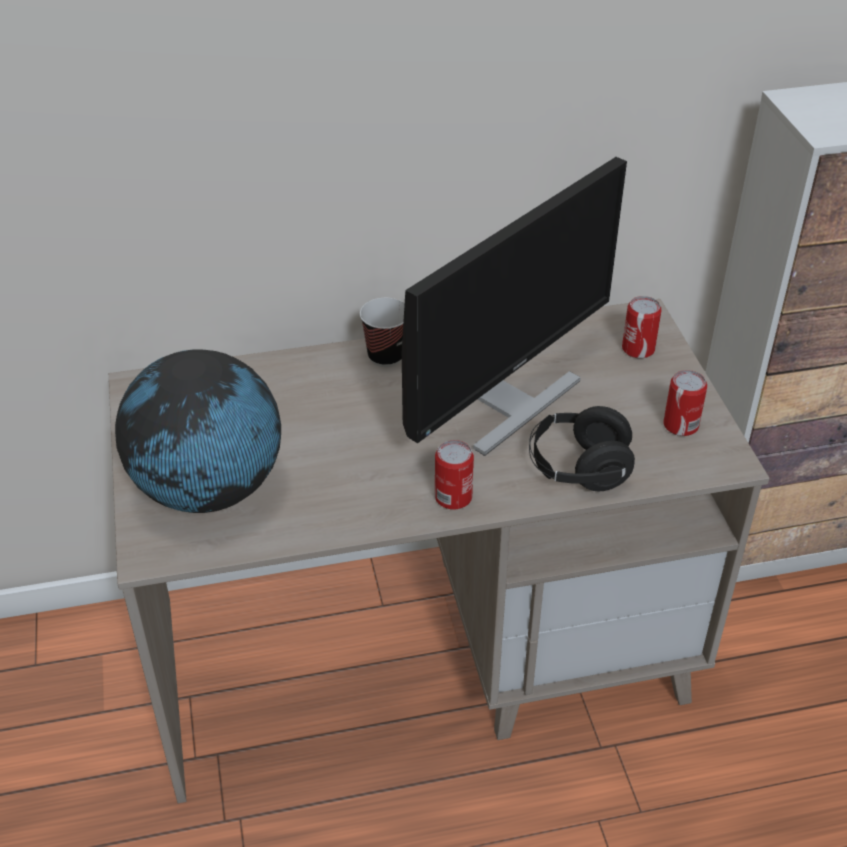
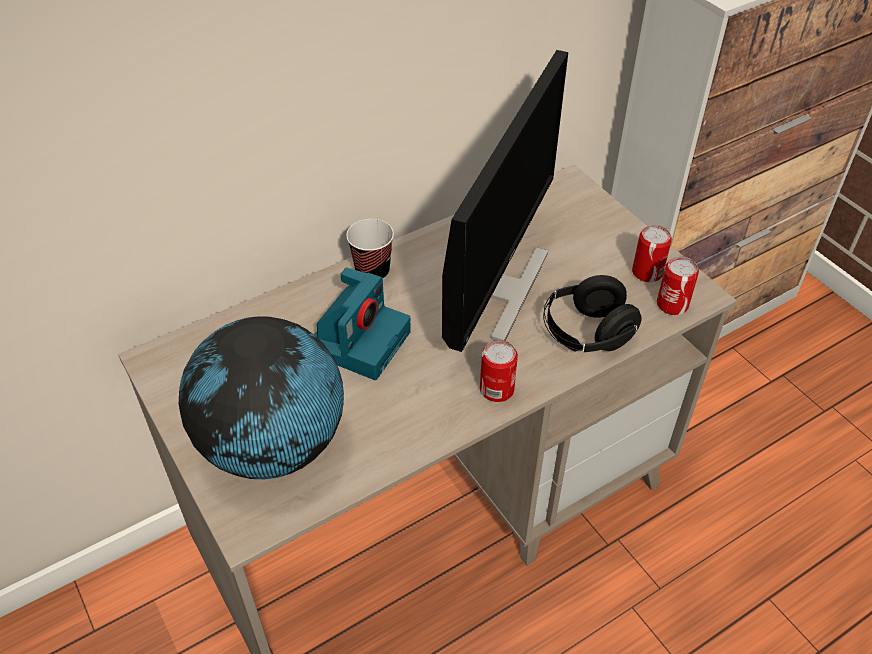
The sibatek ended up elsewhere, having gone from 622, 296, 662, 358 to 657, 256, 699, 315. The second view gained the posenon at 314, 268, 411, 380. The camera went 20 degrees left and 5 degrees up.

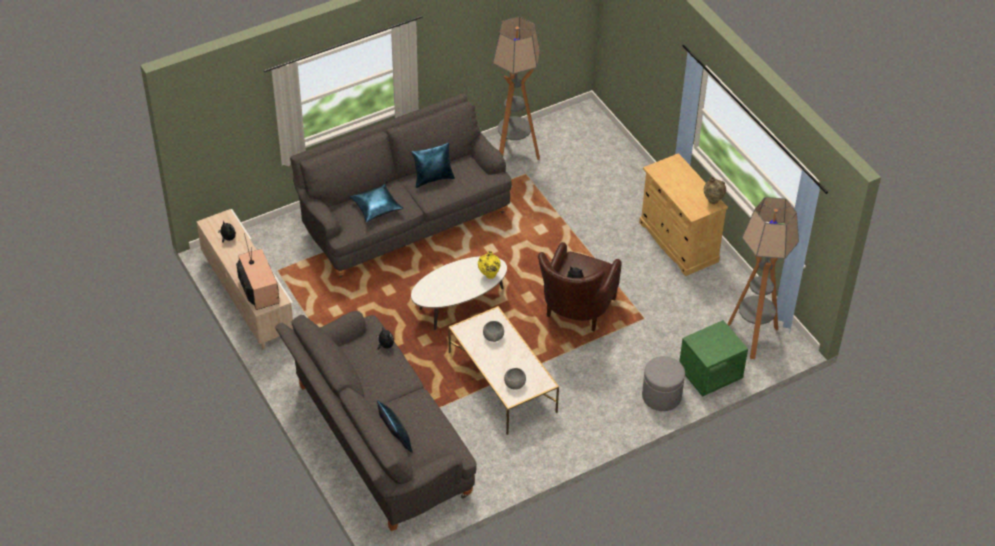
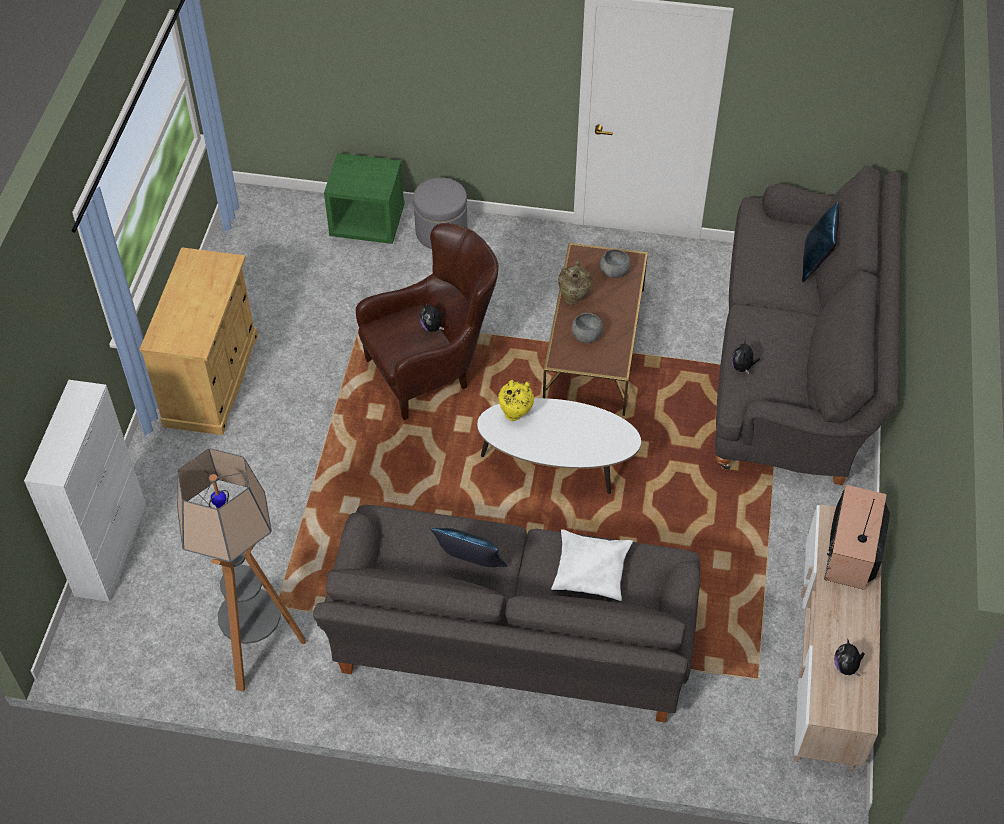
The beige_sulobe ended up elsewhere, having gone from 704, 177, 726, 204 to 558, 260, 592, 305. What was the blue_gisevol at 350, 184, 404, 222 turned into the white_gisevol at 551, 529, 633, 601. The second view lost the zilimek at 727, 197, 799, 359. What was the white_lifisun at 448, 306, 559, 435 turned into the brown_lifisun at 543, 243, 648, 416. The second view gained the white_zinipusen at 24, 380, 146, 602. The camera went 140 degrees left and 5 degrees up.

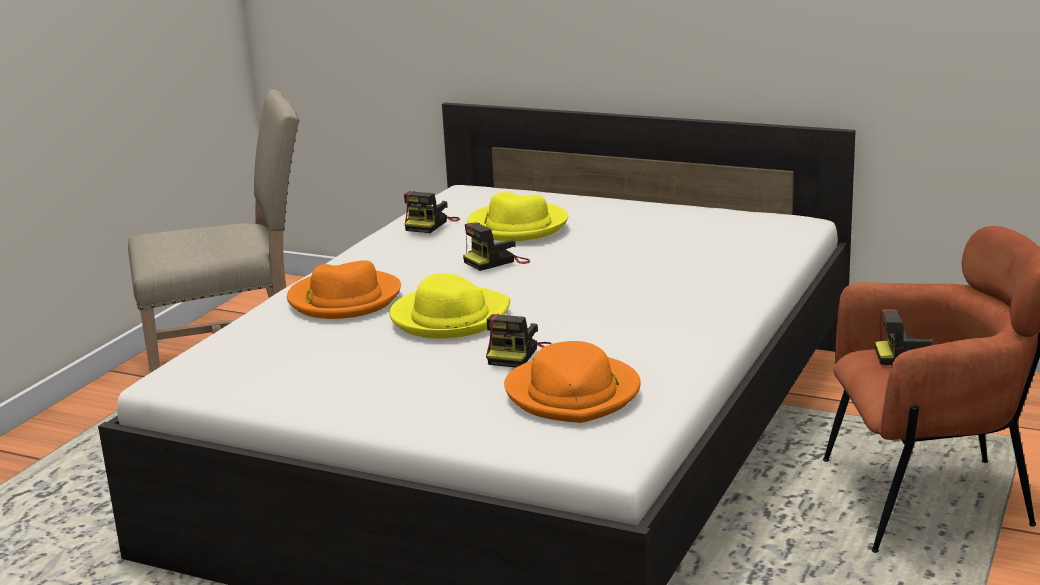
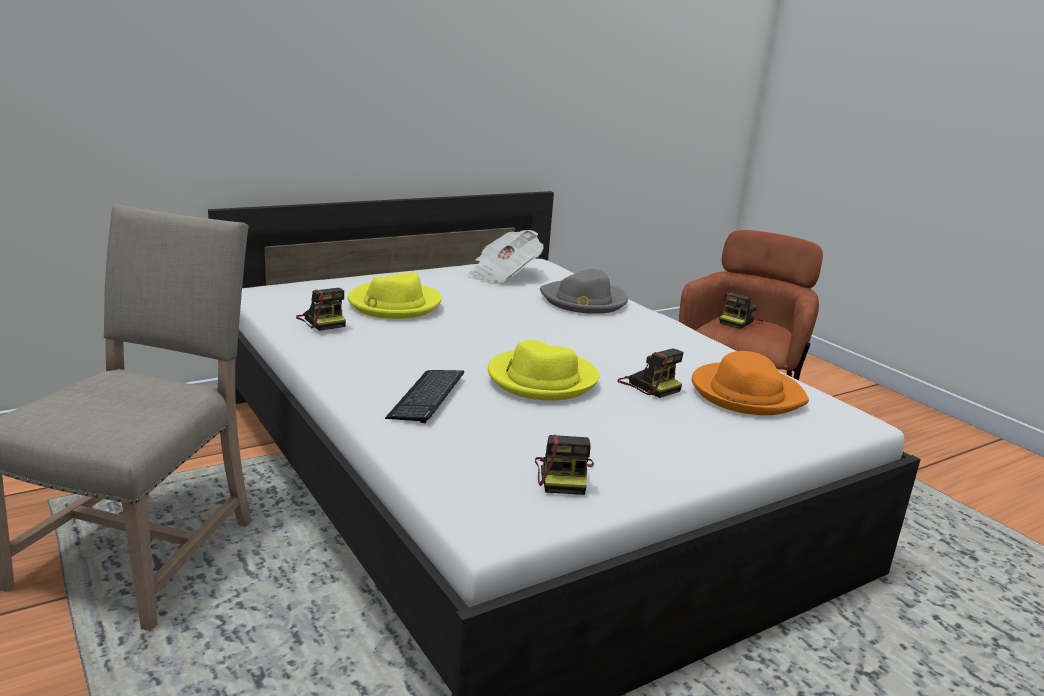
The posenon ended up elsewhere, having gone from 463, 222, 531, 271 to 535, 435, 594, 495. Where the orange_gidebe stood at 287, 260, 401, 319, the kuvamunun came to stand at 385, 370, 464, 424. The second view gained the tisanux at 467, 230, 544, 282. The second view gained the grey_gidebe at 540, 269, 628, 314. The camera went 60 degrees left and 0 degrees up.

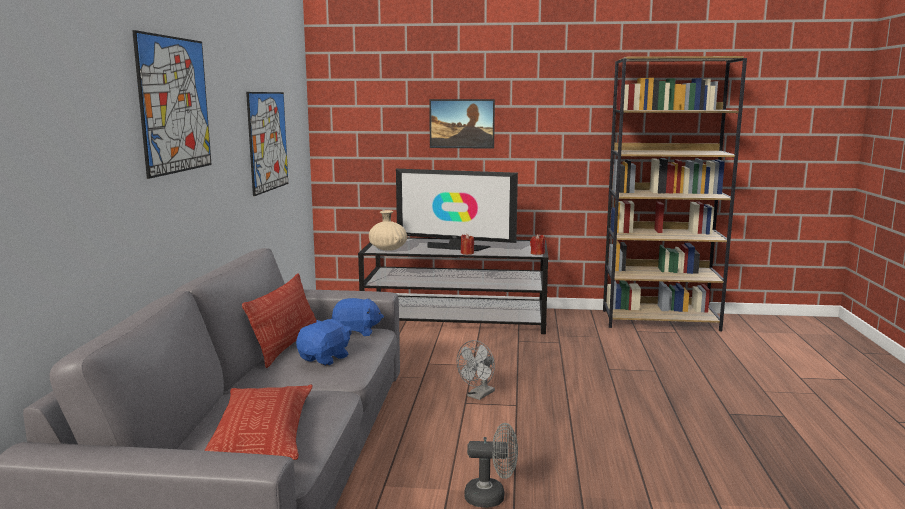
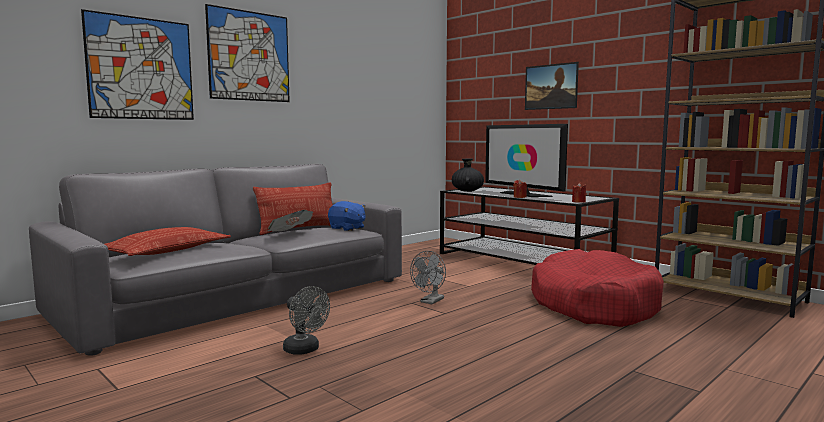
The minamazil ended up elsewhere, having gone from 246, 92, 288, 196 to 81, 9, 194, 120. What was the beige_sulobe at 369, 210, 407, 251 turned into the black_sulobe at 452, 158, 484, 192. Where the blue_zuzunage stood at 296, 319, 351, 366, the tisanux came to stand at 267, 210, 313, 232. The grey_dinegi at 457, 340, 495, 400 ended up facing another way, 45 degrees counterclockwise from before. The second view gained the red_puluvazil at 531, 249, 664, 327. The camera went 40 degrees right and 5 degrees down.

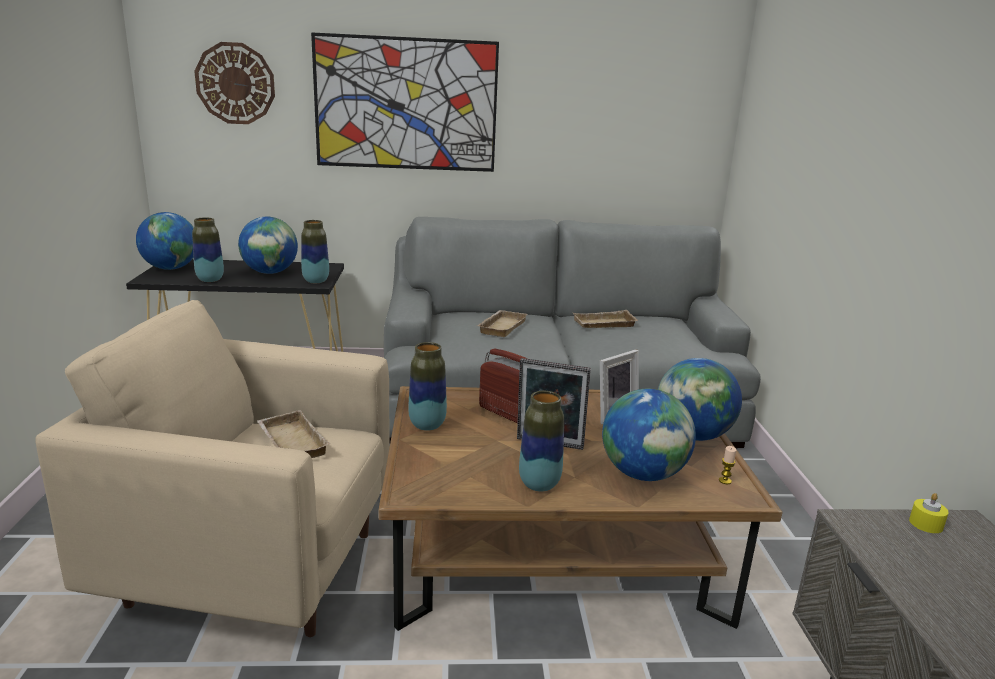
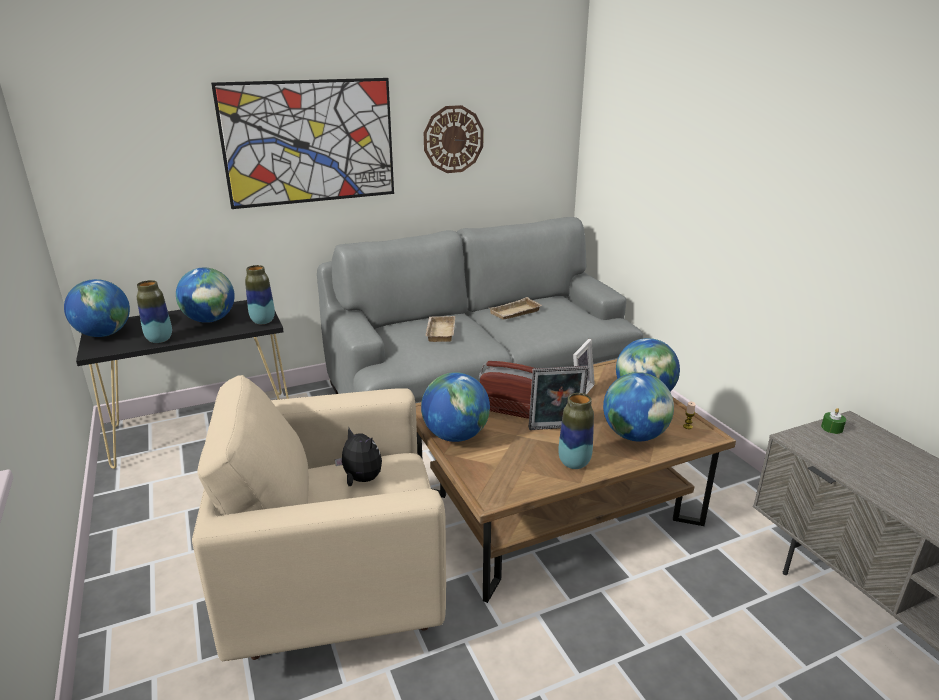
The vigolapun ended up elsewhere, having gone from 194, 42, 275, 124 to 424, 105, 483, 173. Where the sulobe stood at 408, 342, 447, 431, the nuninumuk came to stand at 421, 372, 490, 442. Where the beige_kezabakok stood at 257, 410, 330, 458, the zuzunage came to stand at 335, 428, 382, 486. What was the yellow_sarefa at 909, 493, 949, 533 turned into the green_sarefa at 821, 408, 846, 434. The camera went 20 degrees left and 5 degrees up.

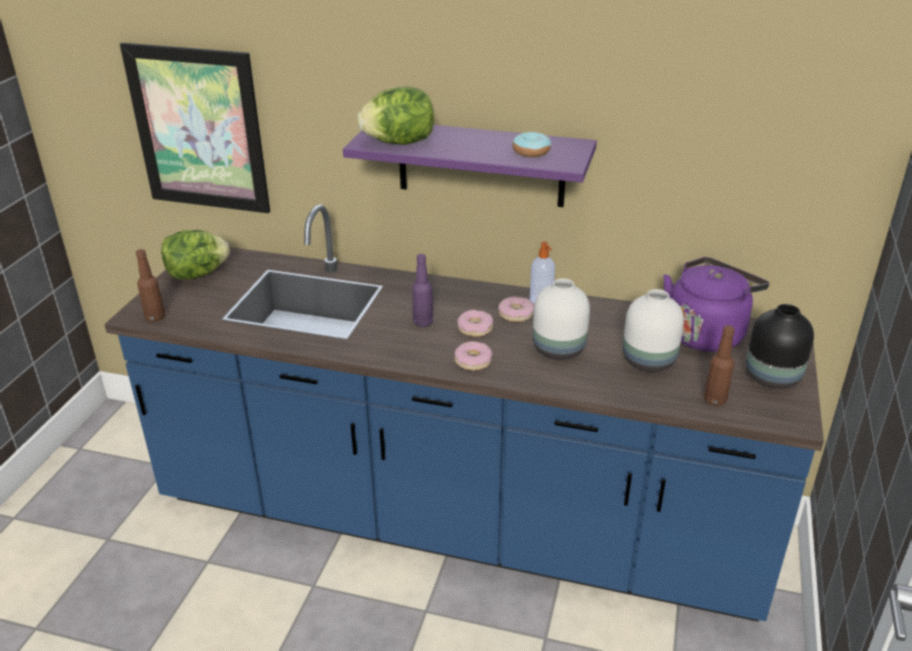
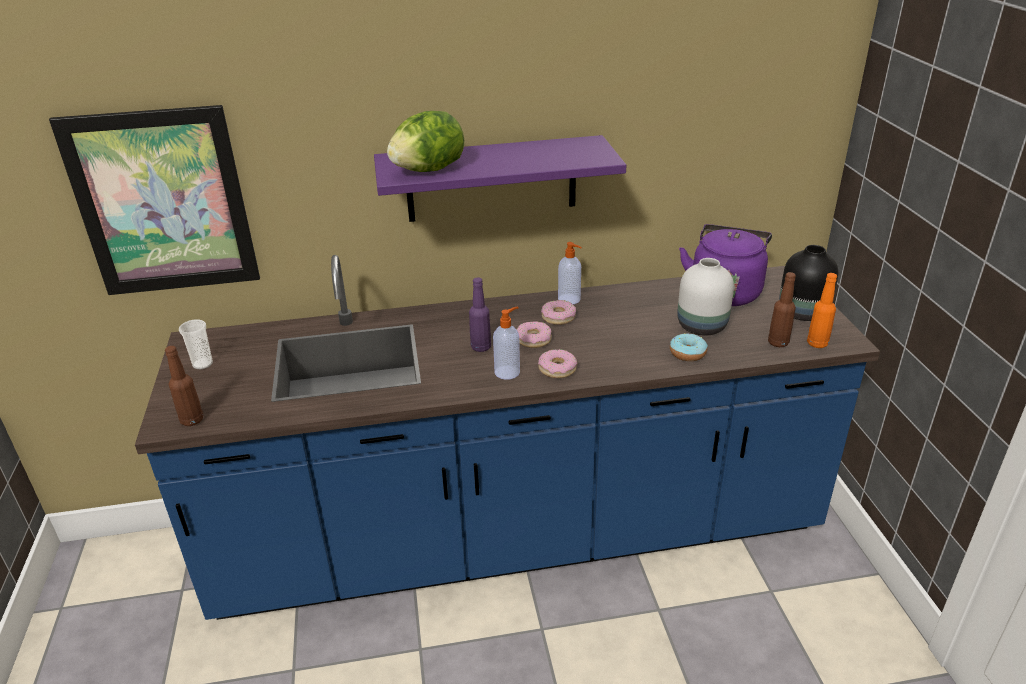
The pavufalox ended up elsewhere, having gone from 512, 131, 551, 157 to 670, 333, 708, 361. Where the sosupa stood at 161, 230, 230, 280, the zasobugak came to stand at 179, 319, 213, 369. The second view lost the white_sulobe at 533, 279, 590, 360. The second view gained the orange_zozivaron at 807, 273, 837, 348. The second view gained the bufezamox at 493, 306, 520, 380. The camera went 25 degrees left and 0 degrees up.

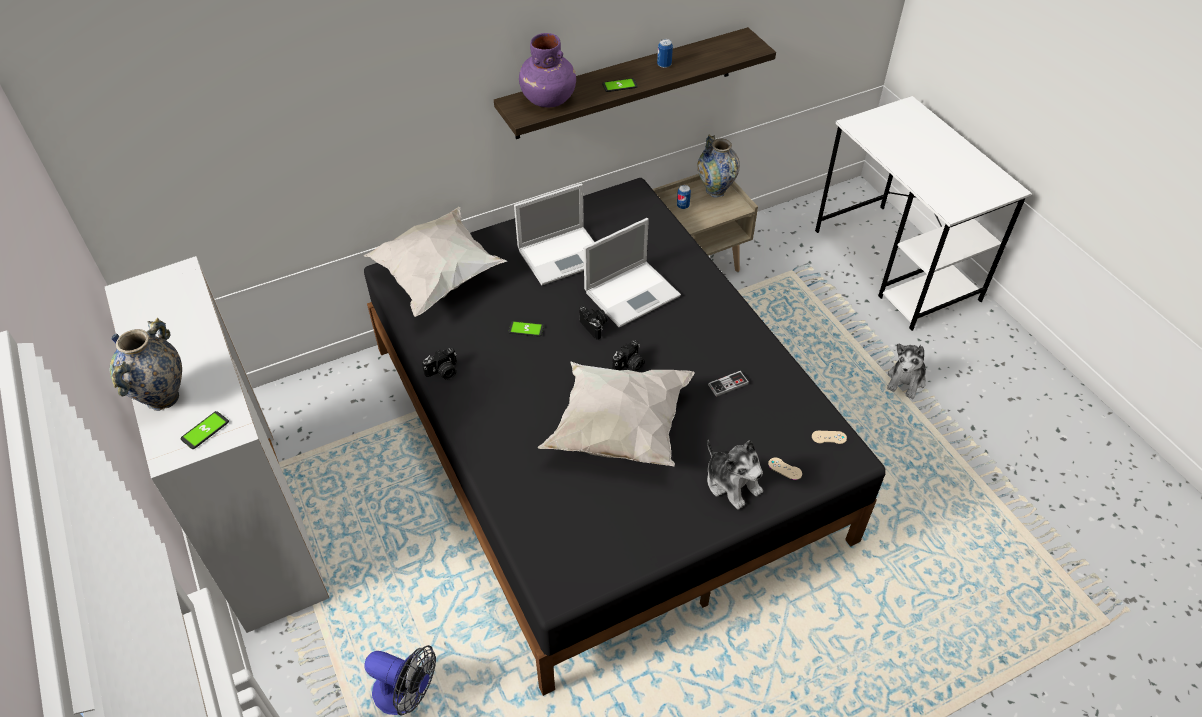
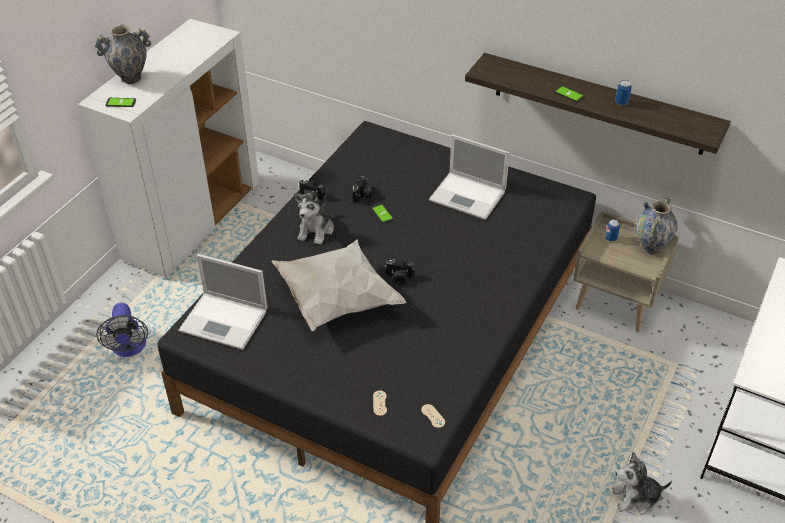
The second view lost the purple_sulobe at 519, 33, 576, 107. The second view lost the white_gisevol at 364, 207, 507, 317. The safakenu ended up elsewhere, having gone from 584, 218, 681, 328 to 178, 254, 267, 350. The posenon ended up elsewhere, having gone from 579, 306, 607, 340 to 352, 176, 375, 203. The second view lost the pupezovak at 708, 371, 749, 397. The zuzunage ended up elsewhere, having gone from 707, 440, 763, 510 to 294, 191, 334, 245. The camera went 55 degrees right and 5 degrees down.

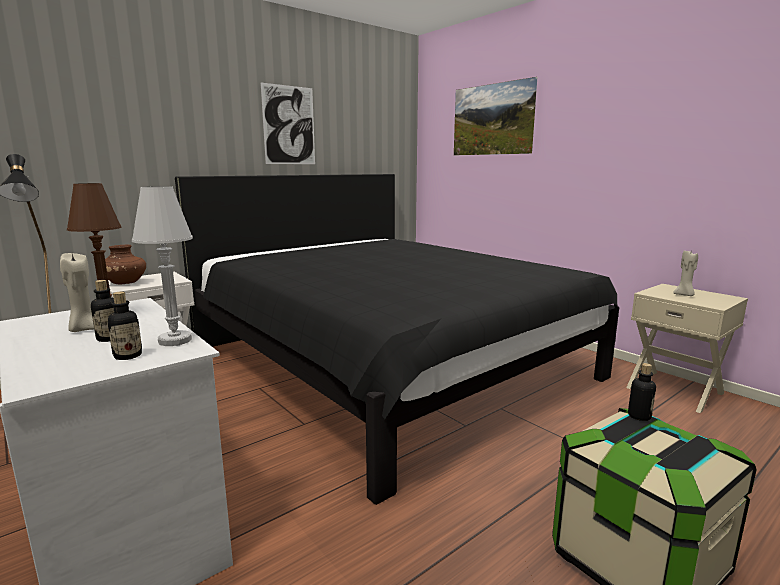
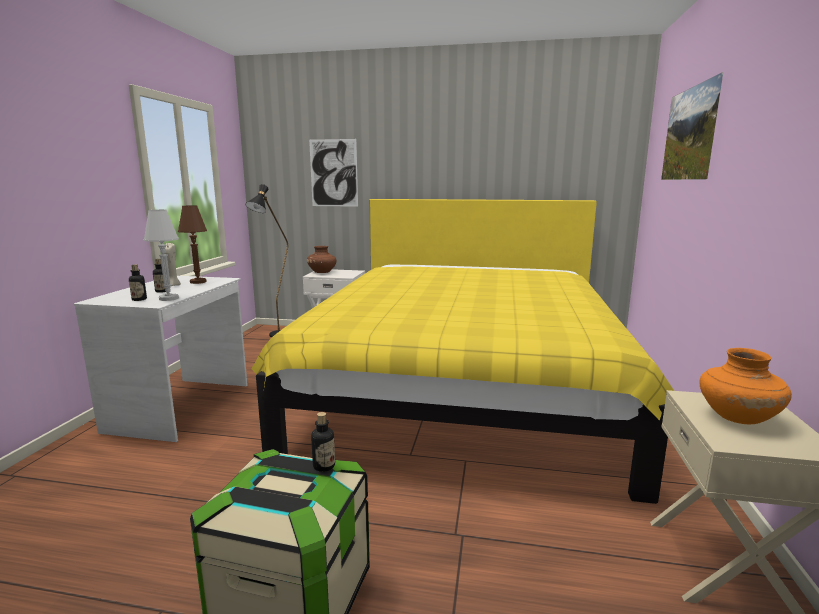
The minamazil ended up elsewhere, having gone from 261, 83, 315, 164 to 309, 139, 358, 207. What was the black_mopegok at 175, 174, 619, 505 turned into the yellow_mopegok at 252, 199, 674, 504. Where the beige_sarefa stood at 673, 249, 698, 296, the orange_sulobe came to stand at 700, 348, 792, 424. The camera went 50 degrees right and 0 degrees up.

